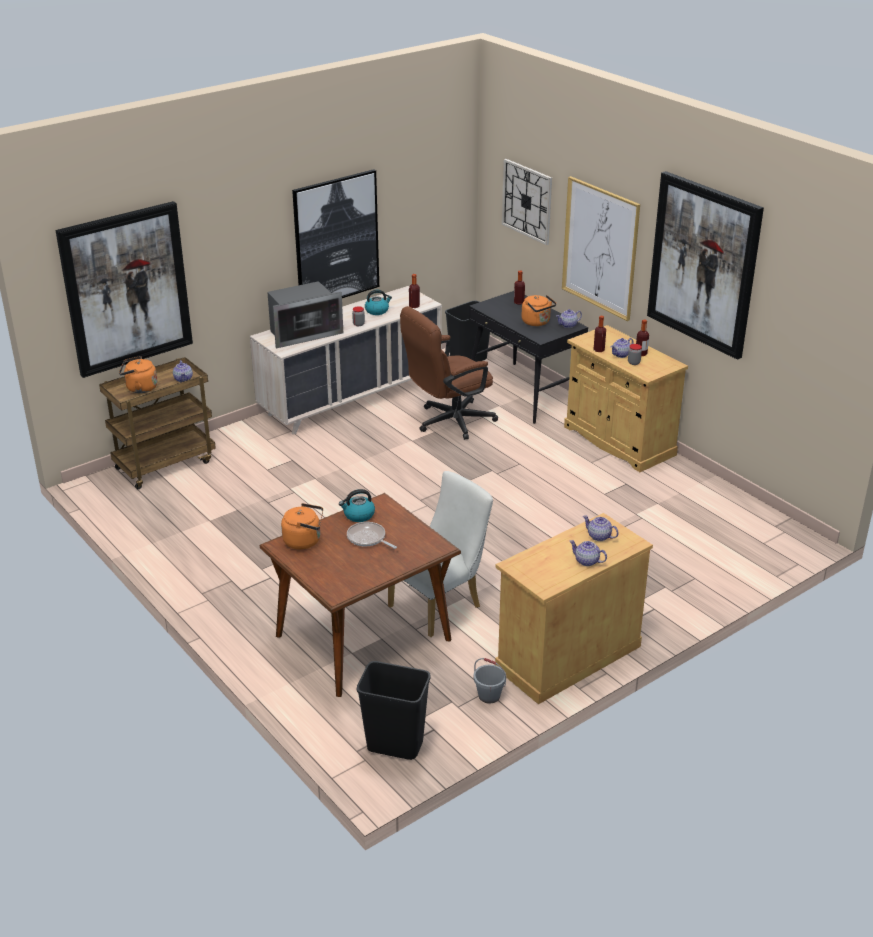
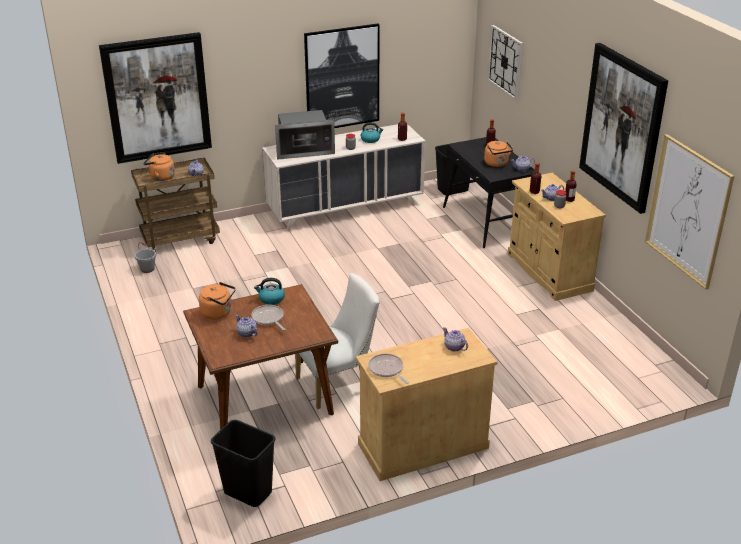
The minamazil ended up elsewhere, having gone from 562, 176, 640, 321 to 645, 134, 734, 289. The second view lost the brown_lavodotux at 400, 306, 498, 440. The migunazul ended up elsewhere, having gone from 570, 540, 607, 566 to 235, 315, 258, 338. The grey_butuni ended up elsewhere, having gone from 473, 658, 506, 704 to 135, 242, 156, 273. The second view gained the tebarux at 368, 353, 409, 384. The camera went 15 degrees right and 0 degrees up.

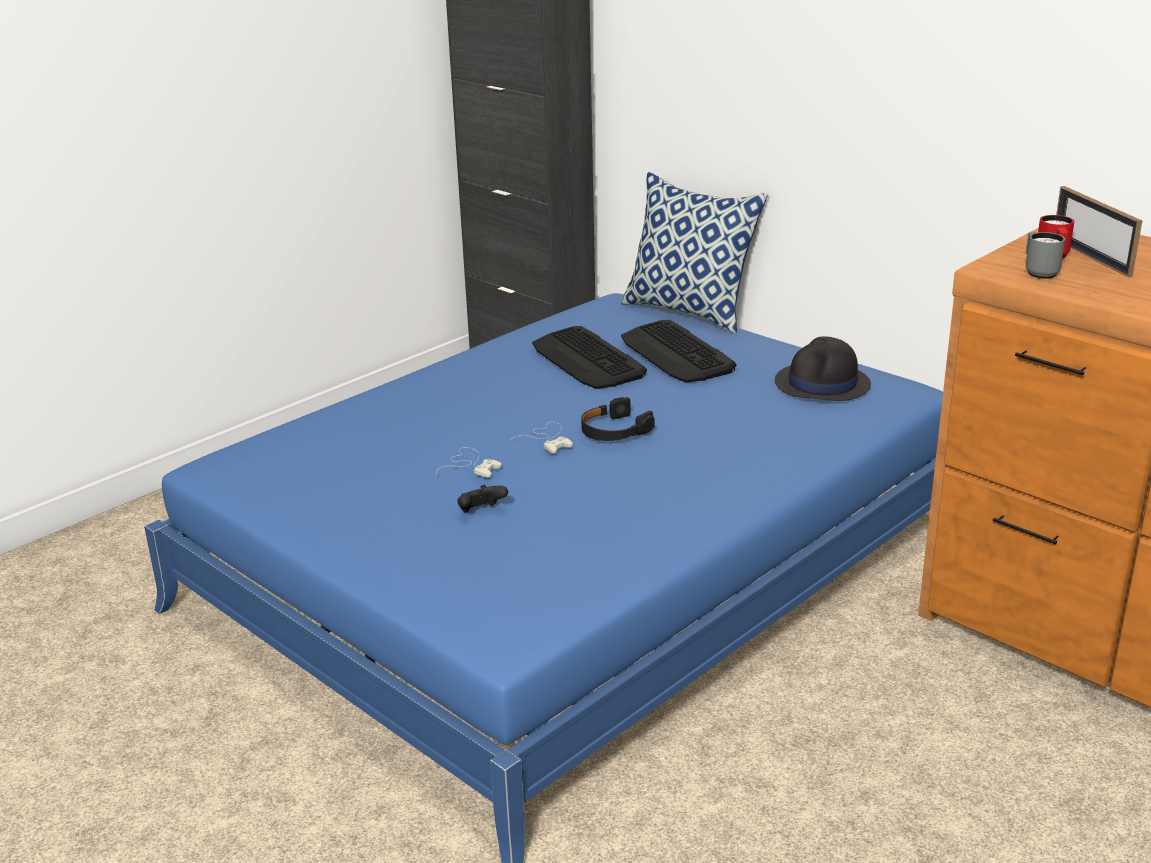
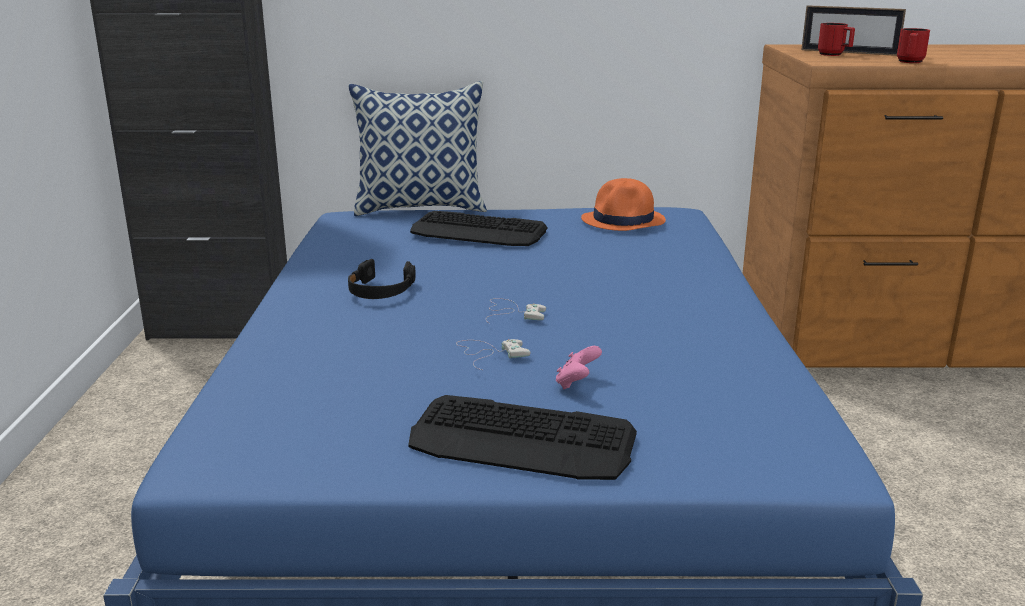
The second view lost the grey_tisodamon at 1025, 232, 1065, 279. The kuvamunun ended up elsewhere, having gone from 532, 326, 647, 389 to 408, 395, 637, 480. What was the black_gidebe at 775, 336, 871, 401 turned into the orange_gidebe at 581, 178, 666, 231. The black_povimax ended up elsewhere, having gone from 581, 397, 655, 441 to 348, 259, 416, 299. What was the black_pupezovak at 457, 485, 508, 512 turned into the pink_pupezovak at 556, 346, 602, 389. The second view gained the red_tisodamon at 897, 28, 930, 63. The camera went 45 degrees left and 5 degrees down.

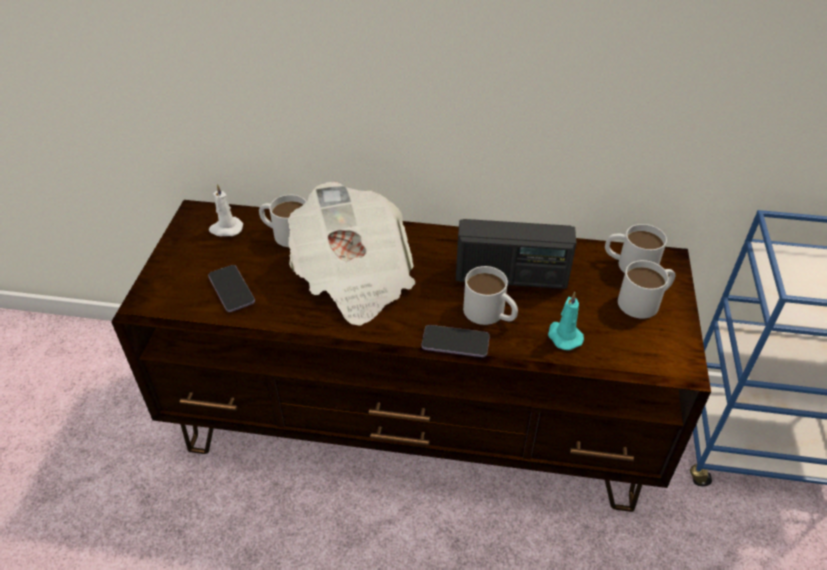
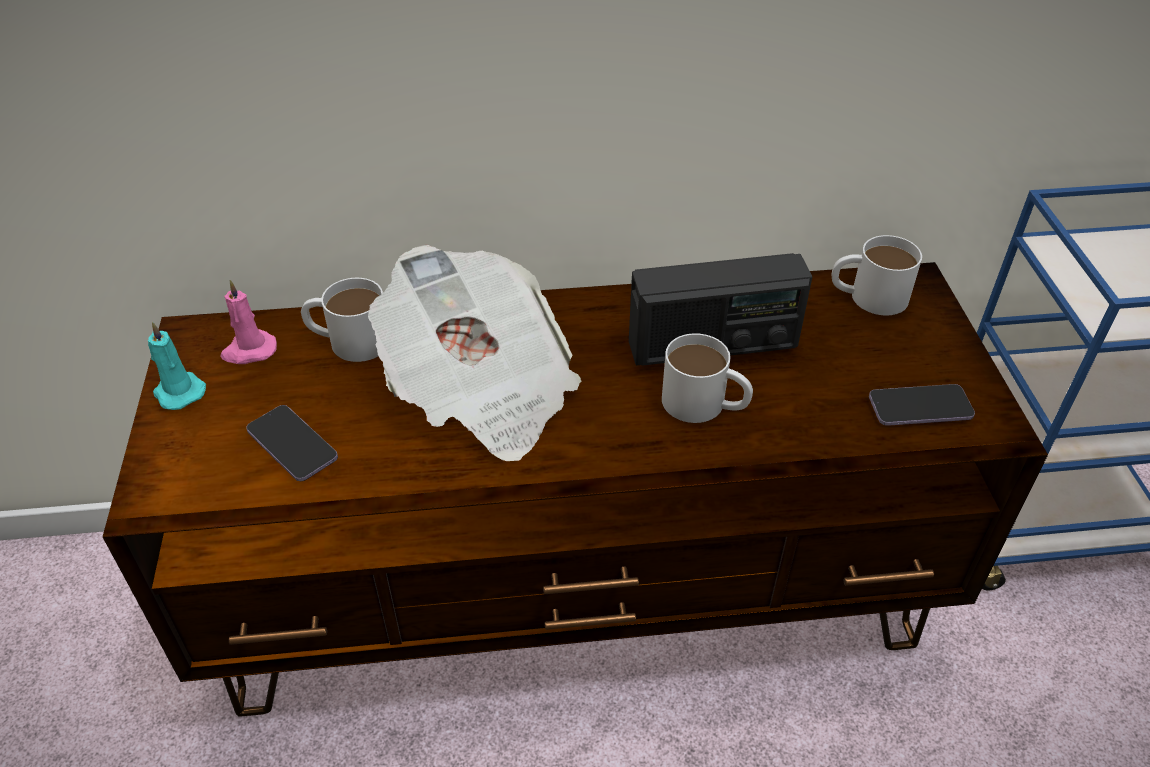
What was the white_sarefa at 209, 184, 243, 236 turned into the pink_sarefa at 220, 280, 277, 364. The second view lost the white_tisodamon at 618, 260, 676, 319. The turquoise_sarefa ended up elsewhere, having gone from 548, 292, 584, 350 to 148, 322, 206, 410. The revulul ended up elsewhere, having gone from 422, 325, 490, 357 to 869, 384, 975, 426. The camera went 15 degrees left and 0 degrees up.

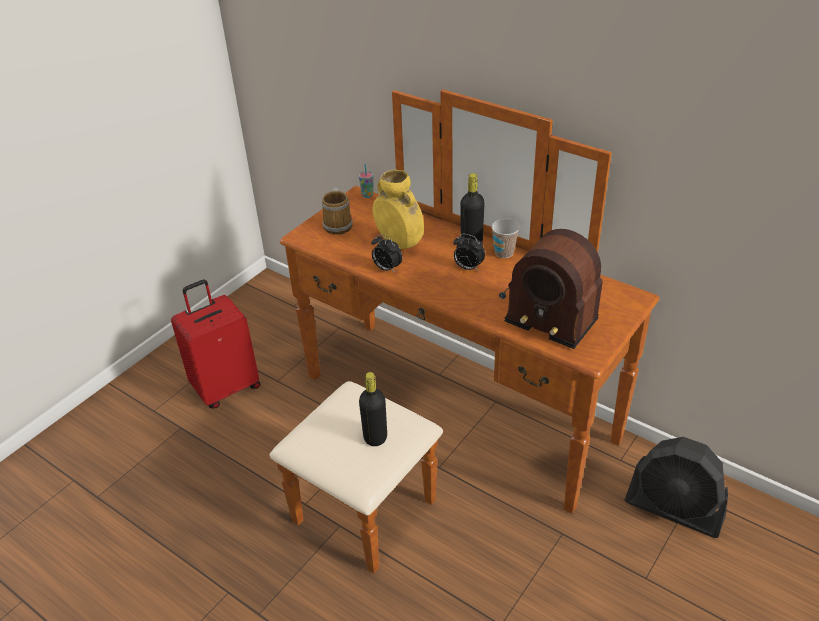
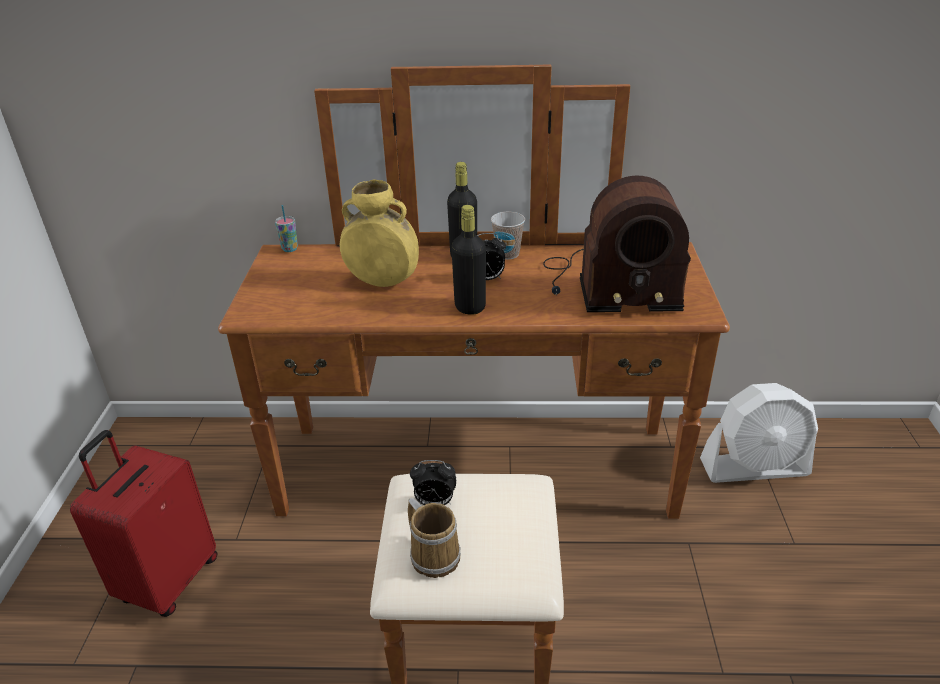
The tisodamon ended up elsewhere, having gone from 322, 188, 353, 235 to 408, 498, 461, 578. The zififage ended up elsewhere, having gone from 372, 234, 403, 273 to 410, 460, 456, 505. The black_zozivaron ended up elsewhere, having gone from 359, 372, 387, 446 to 451, 205, 486, 315. What was the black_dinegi at 625, 437, 728, 538 turned into the white_dinegi at 700, 383, 818, 483. The camera went 35 degrees left and 5 degrees down.

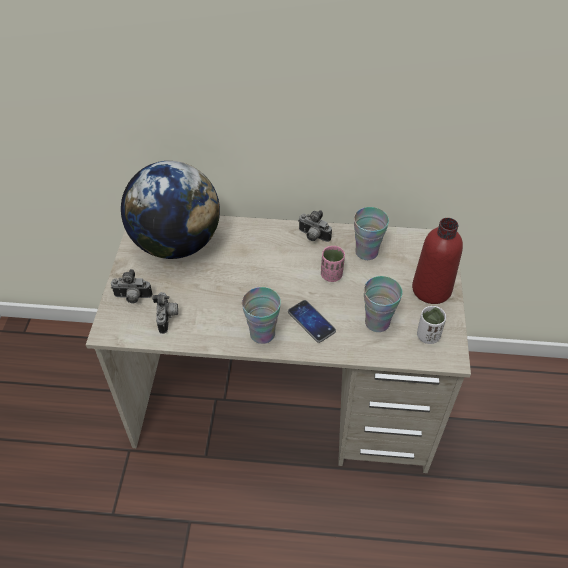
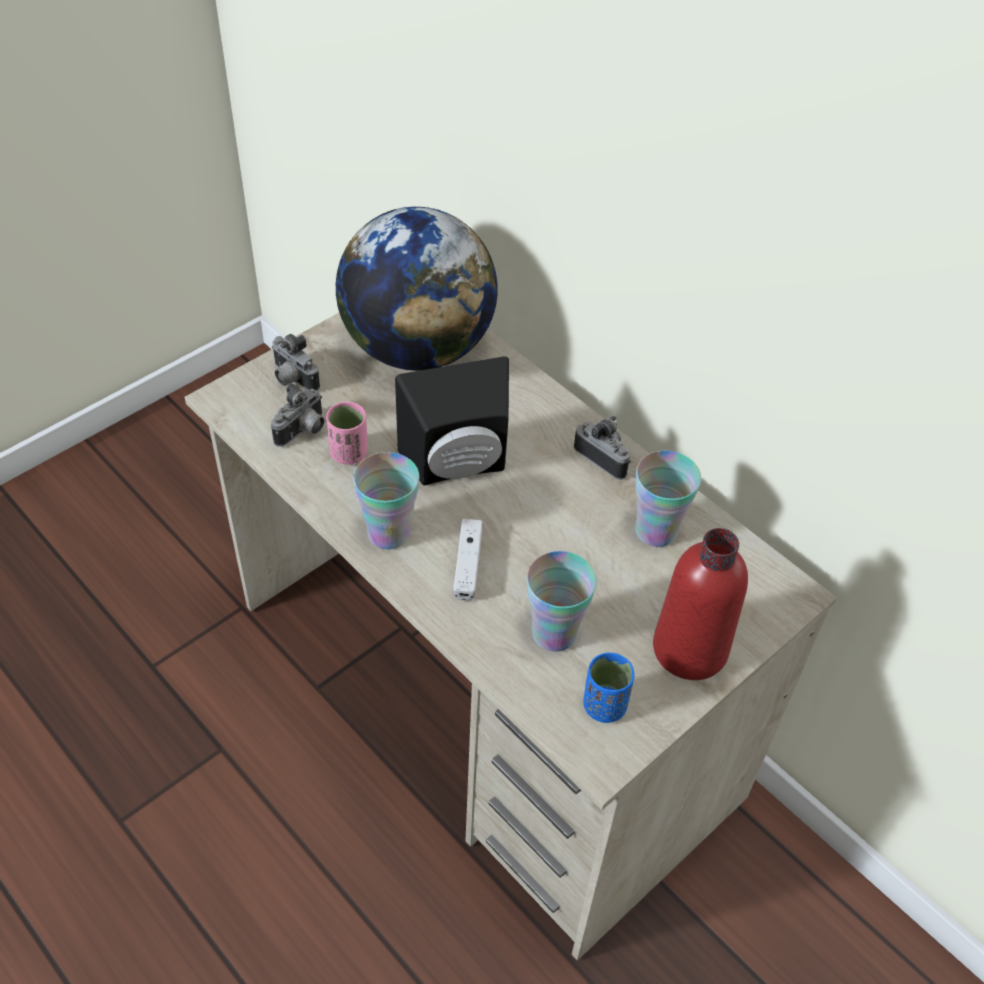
The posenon at 298, 210, 332, 242 ended up facing another way, 150 degrees clockwise from before. The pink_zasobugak ended up elsewhere, having gone from 321, 246, 345, 282 to 326, 401, 368, 465. Where the revulul stood at 288, 300, 336, 343, the white_pupezovak came to stand at 453, 519, 483, 601. What was the white_zasobugak at 417, 306, 446, 344 turned into the blue_zasobugak at 583, 652, 635, 723. The second view gained the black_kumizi at 395, 356, 509, 485. The camera went 40 degrees right and 0 degrees up.

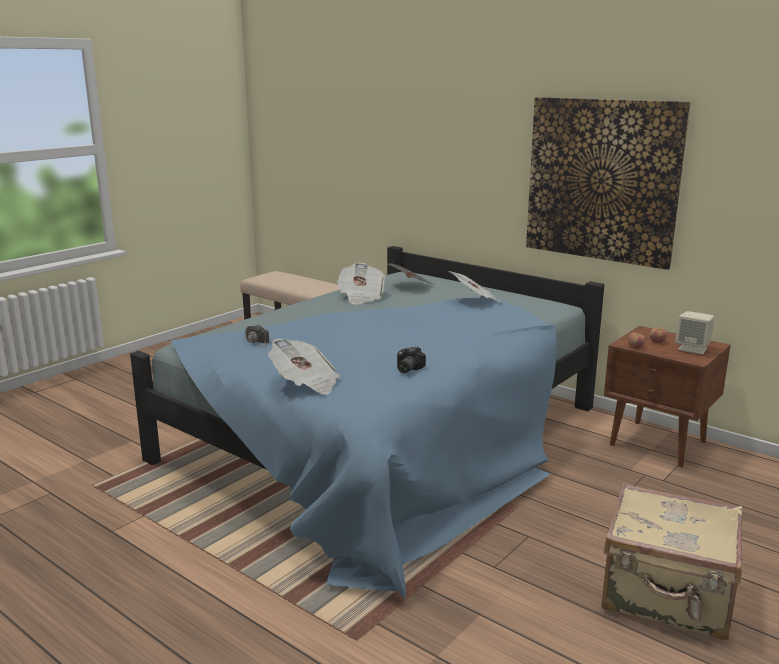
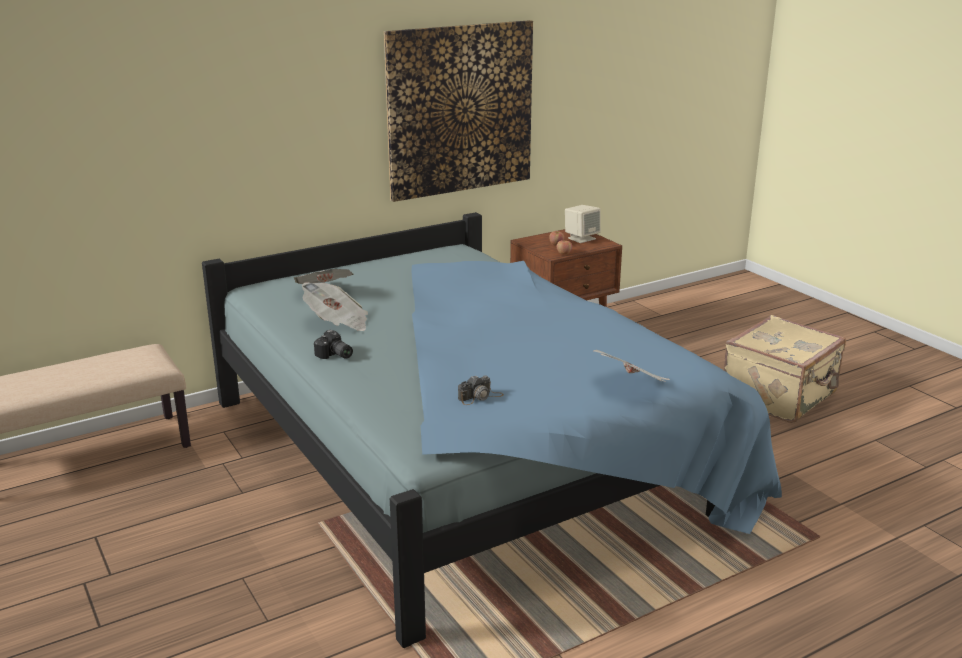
The second view lost the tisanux at 449, 271, 501, 302. The posenon ended up elsewhere, having gone from 397, 346, 426, 373 to 314, 330, 353, 359. The camera went 70 degrees left and 5 degrees up.

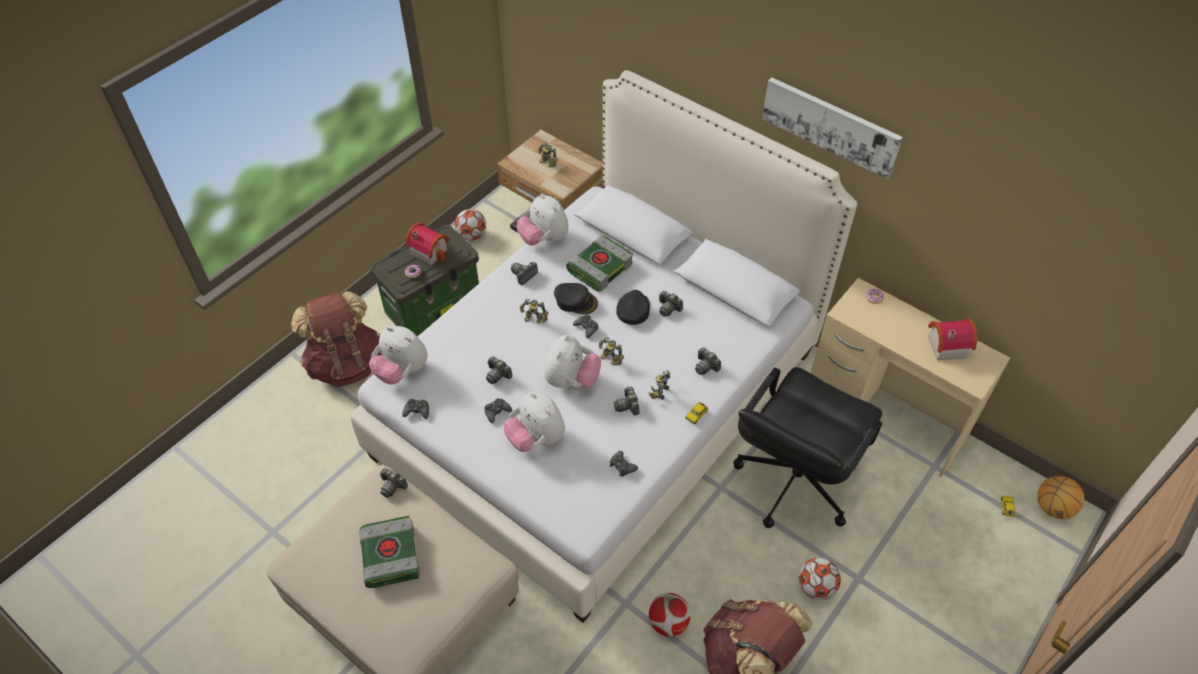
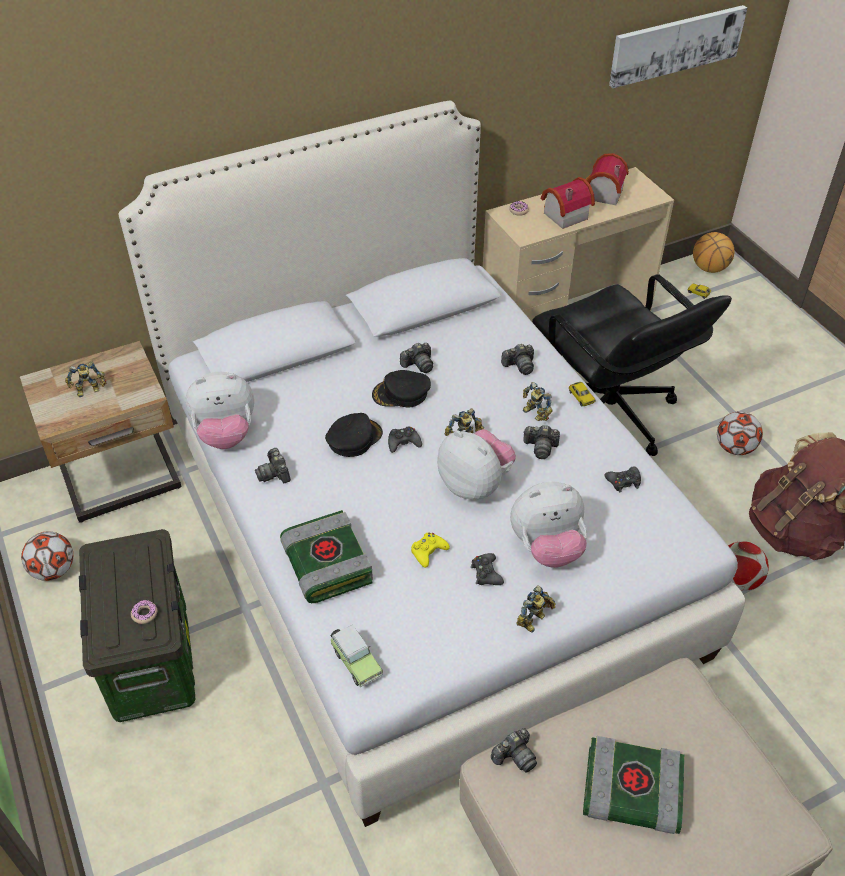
The minamazil ended up elsewhere, having gone from 762, 77, 903, 179 to 609, 5, 747, 88. The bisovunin ended up elsewhere, having gone from 405, 223, 450, 265 to 541, 177, 595, 229. The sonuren ended up elsewhere, having gone from 566, 236, 633, 292 to 280, 510, 373, 603. The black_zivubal at 616, 290, 650, 325 ended up facing another way, 45 degrees counterclockwise from before. The second view lost the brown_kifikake at 291, 291, 381, 387. The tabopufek ended up elsewhere, having gone from 520, 299, 548, 324 to 516, 585, 555, 633. Where the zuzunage stood at 369, 326, 427, 384, the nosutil came to stand at 330, 625, 383, 688. Where the posenon stood at 486, 356, 513, 384, the yellow_pupezovak came to stand at 411, 532, 450, 568. The second view lost the black_pupezovak at 402, 399, 429, 419. The camera went 65 degrees left and 5 degrees down.

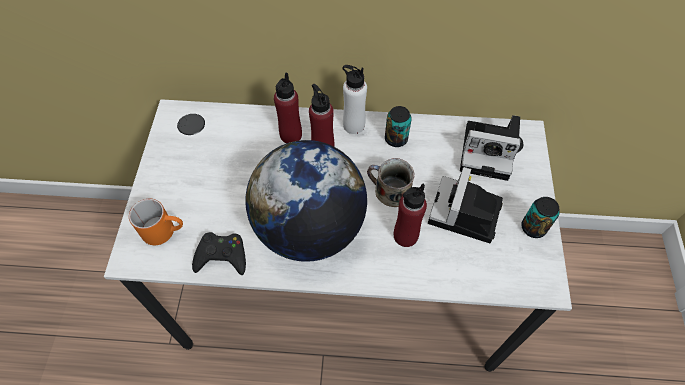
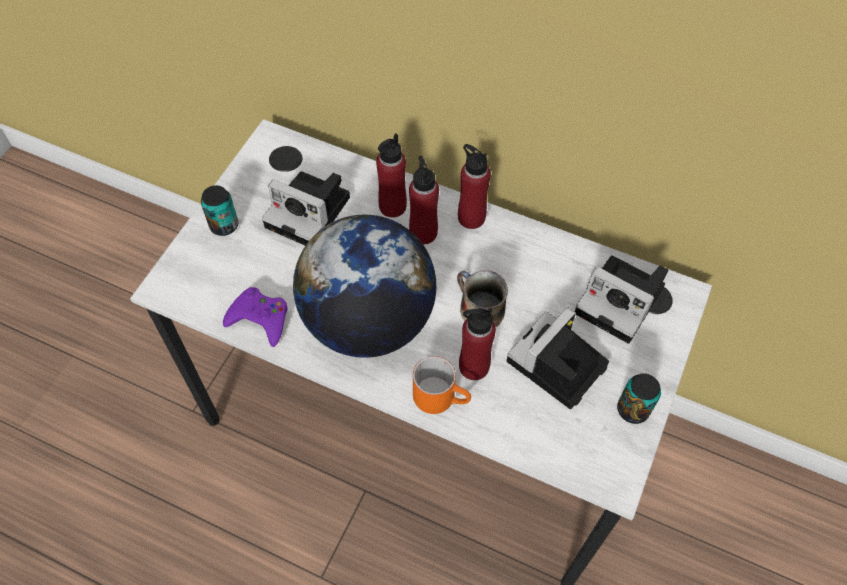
What was the white_zozivaron at 342, 65, 367, 134 turned into the red_zozivaron at 458, 144, 491, 229. The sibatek ended up elsewhere, having gone from 385, 106, 412, 147 to 201, 185, 238, 236. The orange_tisodamon ended up elsewhere, having gone from 129, 199, 183, 245 to 413, 356, 471, 414. What was the black_pupezovak at 192, 232, 246, 275 turned into the purple_pupezovak at 223, 287, 287, 347. The second view gained the posenon at 262, 171, 350, 246. The camera went 20 degrees right and 0 degrees up.

